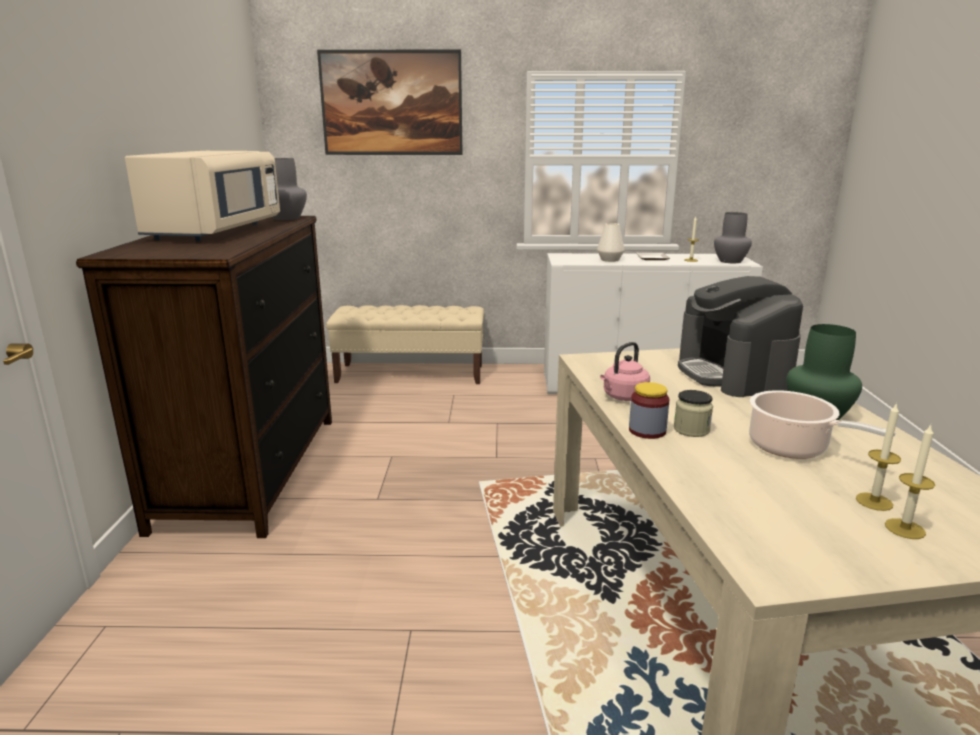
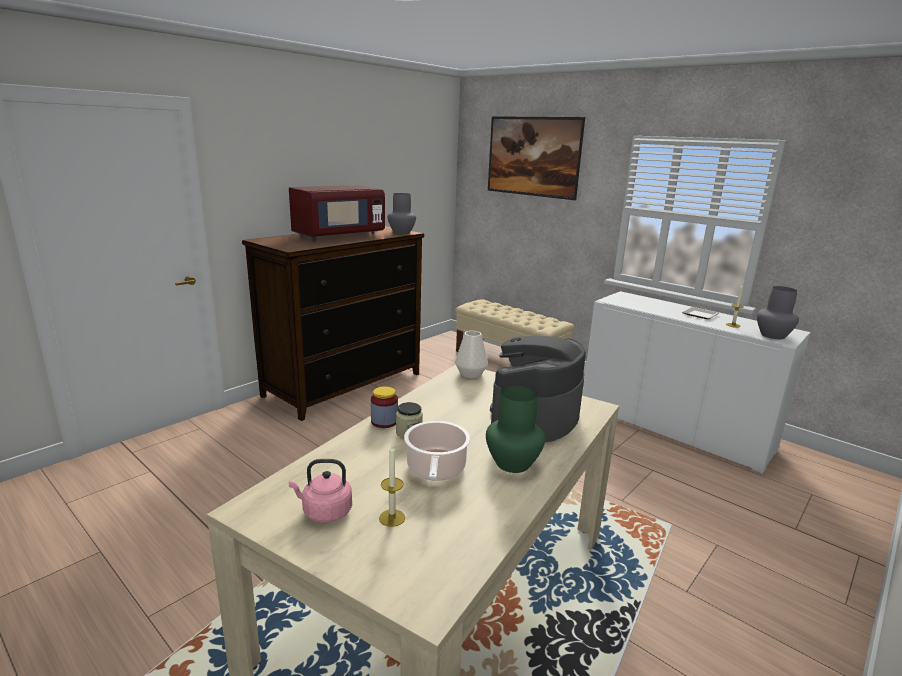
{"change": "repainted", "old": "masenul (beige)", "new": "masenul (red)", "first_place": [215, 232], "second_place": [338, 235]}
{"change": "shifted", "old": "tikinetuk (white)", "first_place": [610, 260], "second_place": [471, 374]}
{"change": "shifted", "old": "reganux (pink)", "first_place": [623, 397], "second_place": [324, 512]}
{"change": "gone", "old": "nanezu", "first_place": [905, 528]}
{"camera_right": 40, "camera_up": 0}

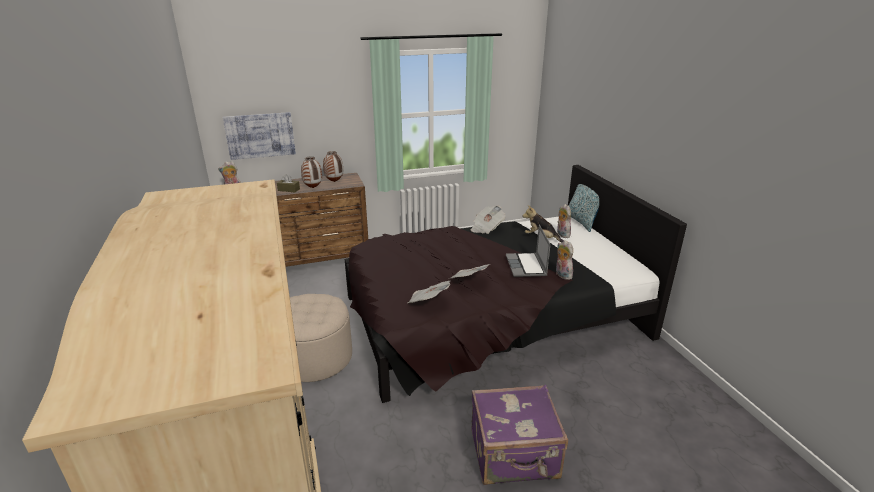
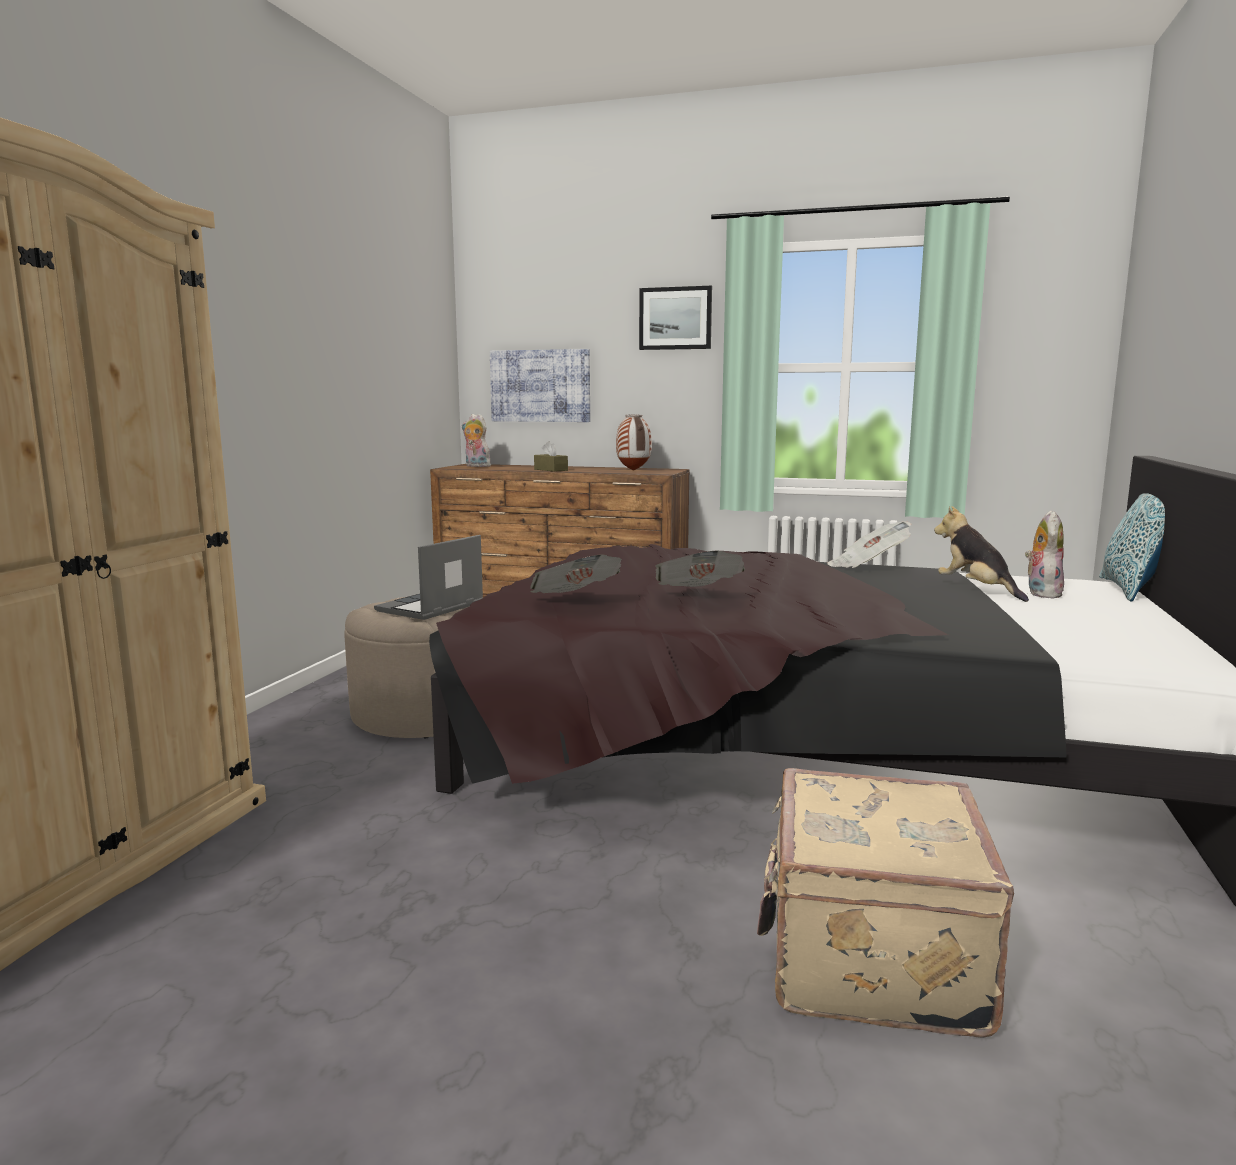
{"change": "gone", "old": "tikinetuk", "first_place": [313, 188]}
{"change": "shifted", "old": "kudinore", "first_place": [526, 266], "second_place": [430, 608]}
{"change": "gone", "old": "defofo", "first_place": [562, 275]}
{"change": "gone", "old": "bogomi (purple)", "first_place": [514, 455]}
{"change": "new", "new": "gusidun", "second_place": [675, 318]}
{"change": "new", "new": "bogomi (beige)", "second_place": [869, 958]}
{"camera_right": 35, "camera_up": -15}

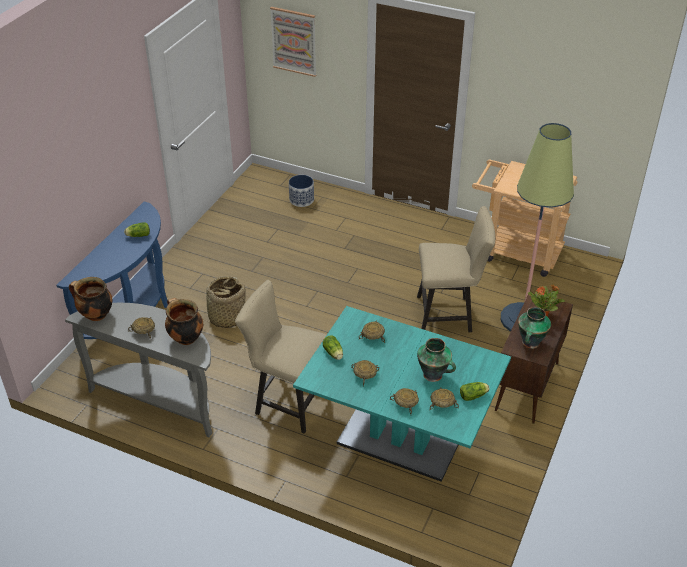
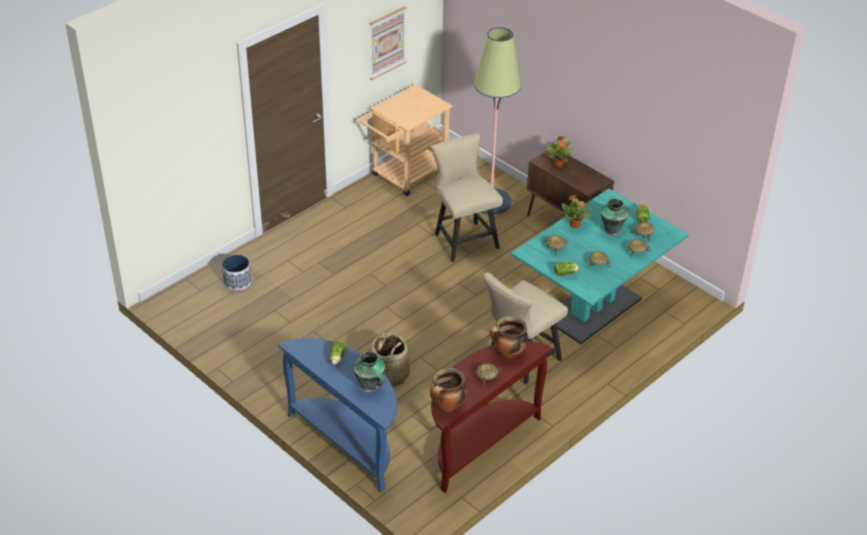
{"change": "shifted", "old": "gusidun", "first_place": [294, 41], "second_place": [387, 42]}
{"change": "rotated", "old": "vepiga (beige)", "first_place": [449, 315], "second_place": [463, 239], "degrees": -45}
{"change": "repainted", "old": "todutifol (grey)", "new": "todutifol (brown)", "first_place": [159, 400], "second_place": [479, 443]}
{"change": "shifted", "old": "tikinetuk", "first_place": [530, 343], "second_place": [370, 386]}
{"change": "new", "new": "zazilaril", "second_place": [575, 225]}
{"camera_right": -70, "camera_up": 0}

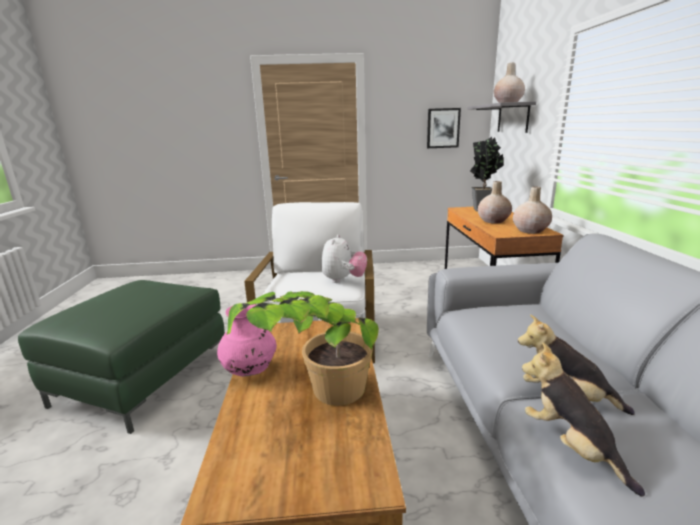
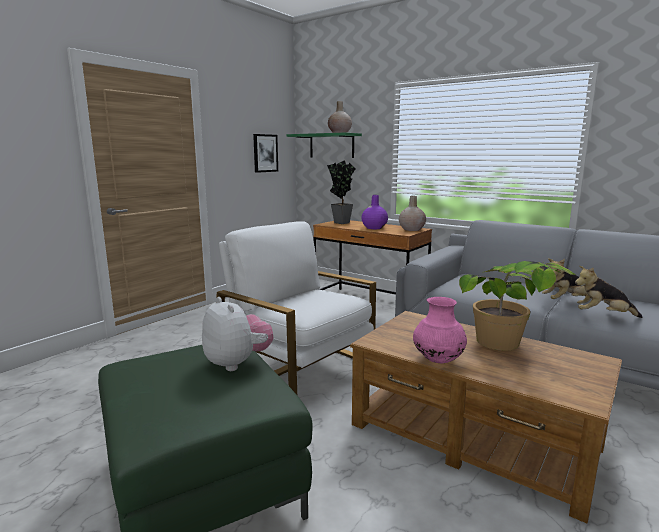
{"change": "repainted", "old": "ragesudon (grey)", "new": "ragesudon (green)", "first_place": [513, 118], "second_place": [331, 146]}
{"change": "repainted", "old": "tikinetuk (beige)", "new": "tikinetuk (purple)", "first_place": [493, 221], "second_place": [374, 228]}
{"change": "shifted", "old": "defofo", "first_place": [343, 280], "second_place": [237, 363]}
{"camera_right": -50, "camera_up": -5}

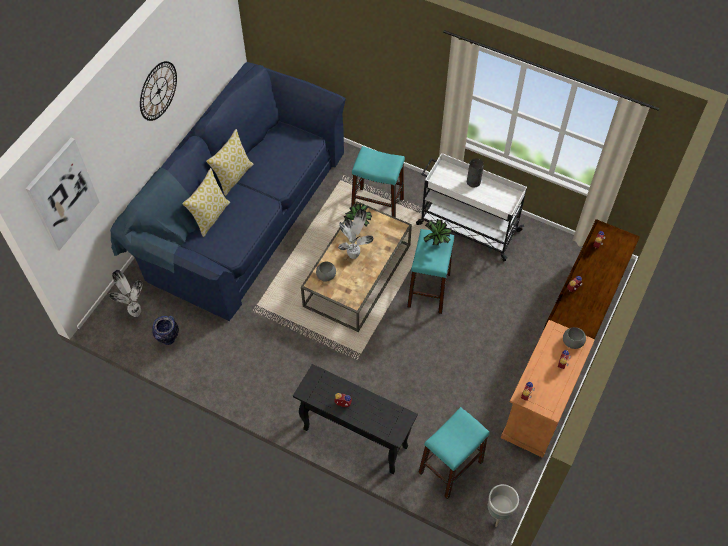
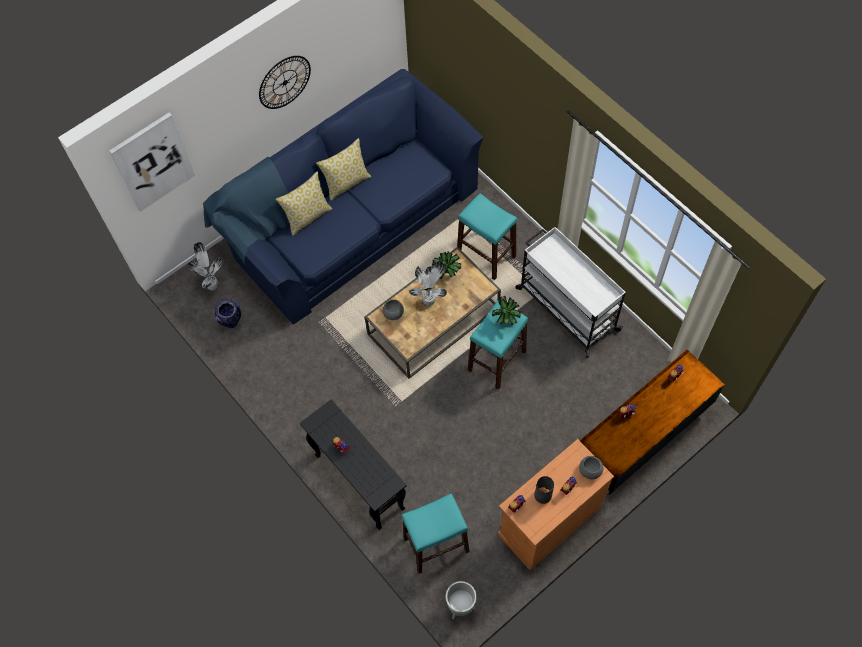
{"change": "shifted", "old": "tikinetuk (grey)", "first_place": [473, 182], "second_place": [542, 496]}
{"camera_right": 25, "camera_up": 5}

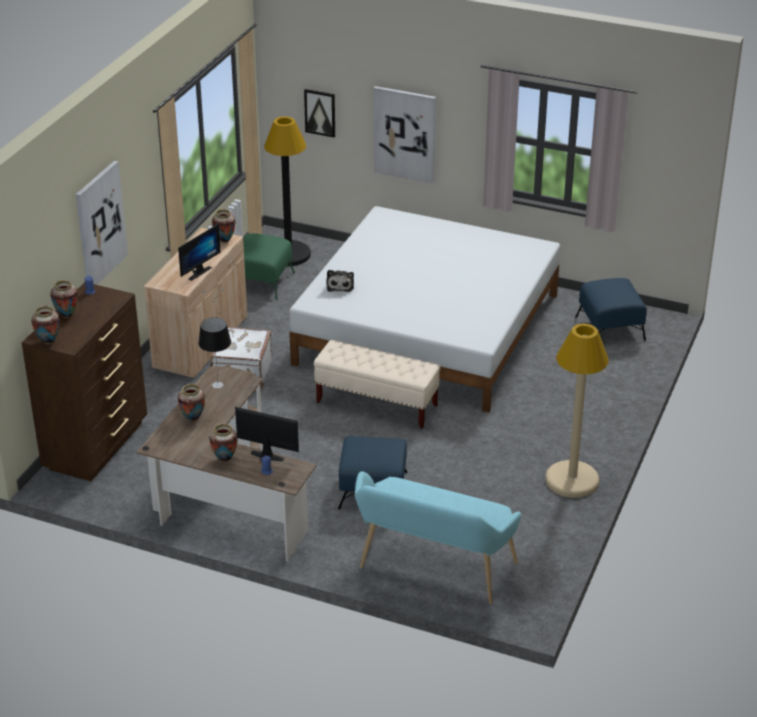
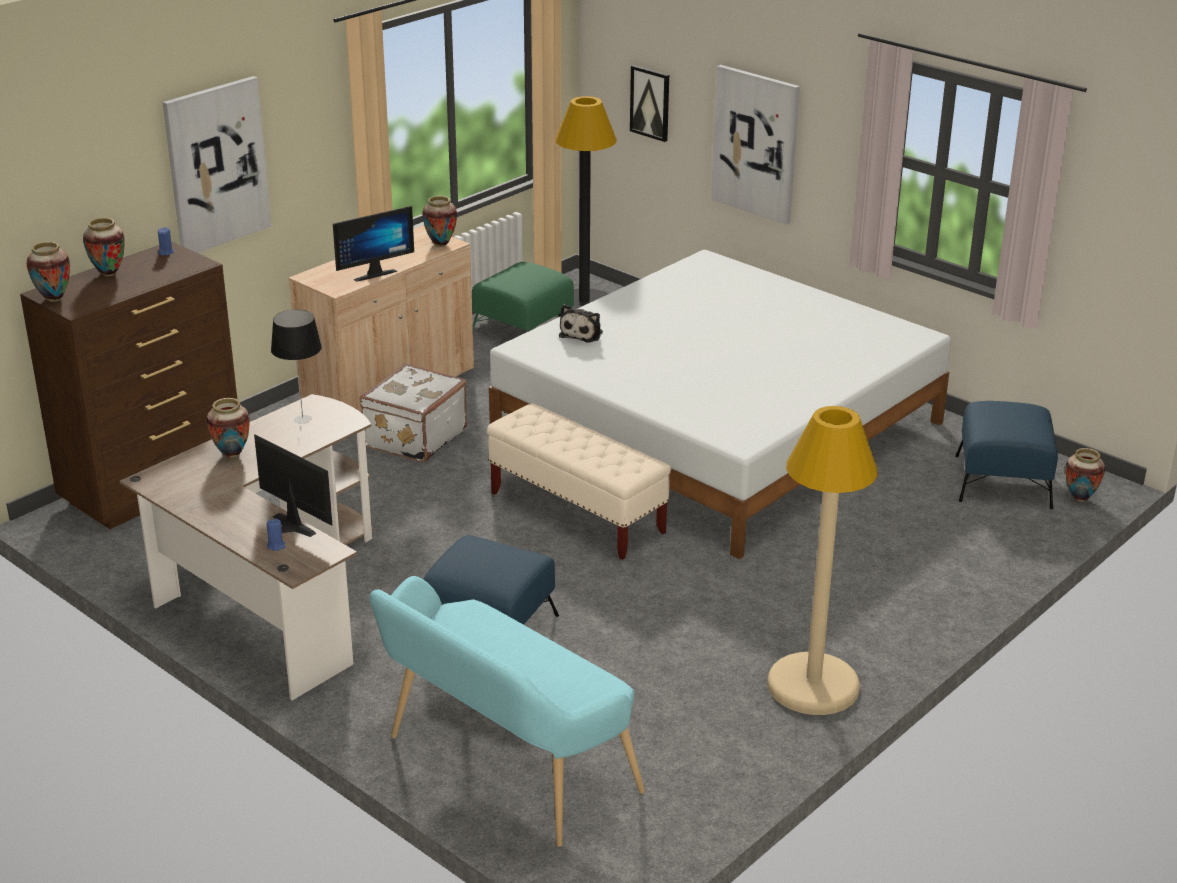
{"change": "shifted", "old": "tikinetuk", "first_place": [224, 459], "second_place": [1079, 499]}
{"camera_right": 20, "camera_up": -5}

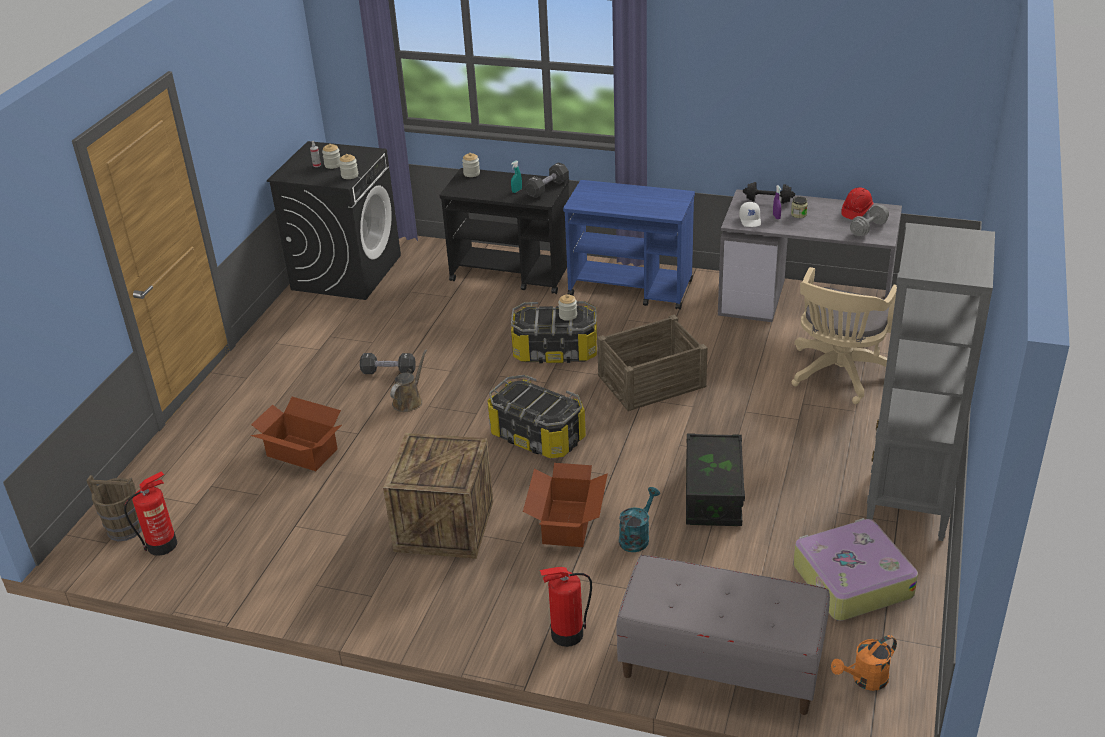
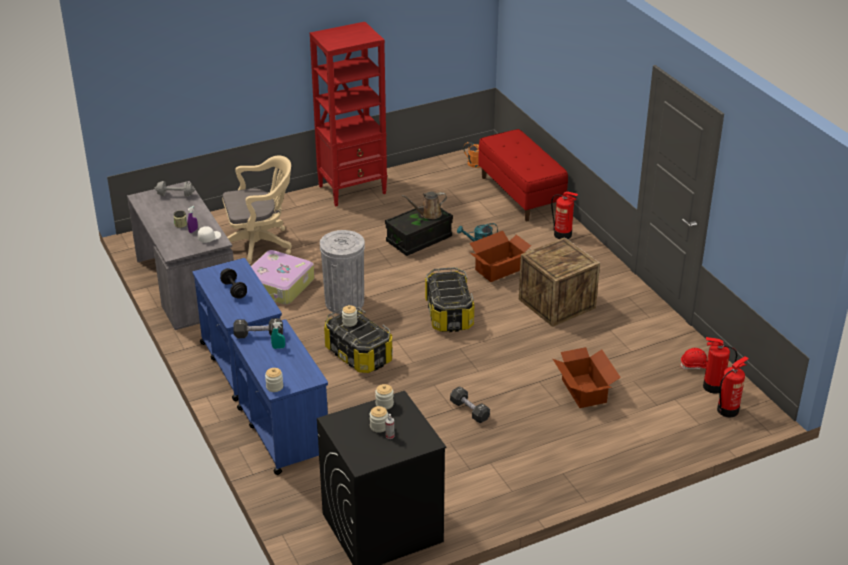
{"change": "repainted", "old": "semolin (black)", "new": "semolin (blue)", "first_place": [512, 274], "second_place": [283, 432]}
{"change": "shifted", "old": "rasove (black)", "first_place": [768, 201], "second_place": [234, 290]}
{"change": "shifted", "old": "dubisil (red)", "first_place": [856, 211], "second_place": [695, 366]}
{"change": "repainted", "old": "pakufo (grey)", "new": "pakufo (red)", "first_place": [907, 504], "second_place": [353, 190]}
{"change": "swapped", "old": "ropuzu", "new": "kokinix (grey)", "first_place": [652, 381], "second_place": [344, 302]}
{"change": "shifted", "old": "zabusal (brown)", "first_place": [409, 401], "second_place": [428, 214]}
{"change": "swapped", "old": "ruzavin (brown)", "new": "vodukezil", "first_place": [125, 529], "second_place": [728, 410]}
{"change": "shifted", "old": "bogomi", "first_place": [850, 580], "second_place": [278, 286]}
{"change": "repainted", "old": "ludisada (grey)", "new": "ludisada (red)", "first_place": [720, 666], "second_place": [521, 194]}
{"camera_right": -135, "camera_up": 0}

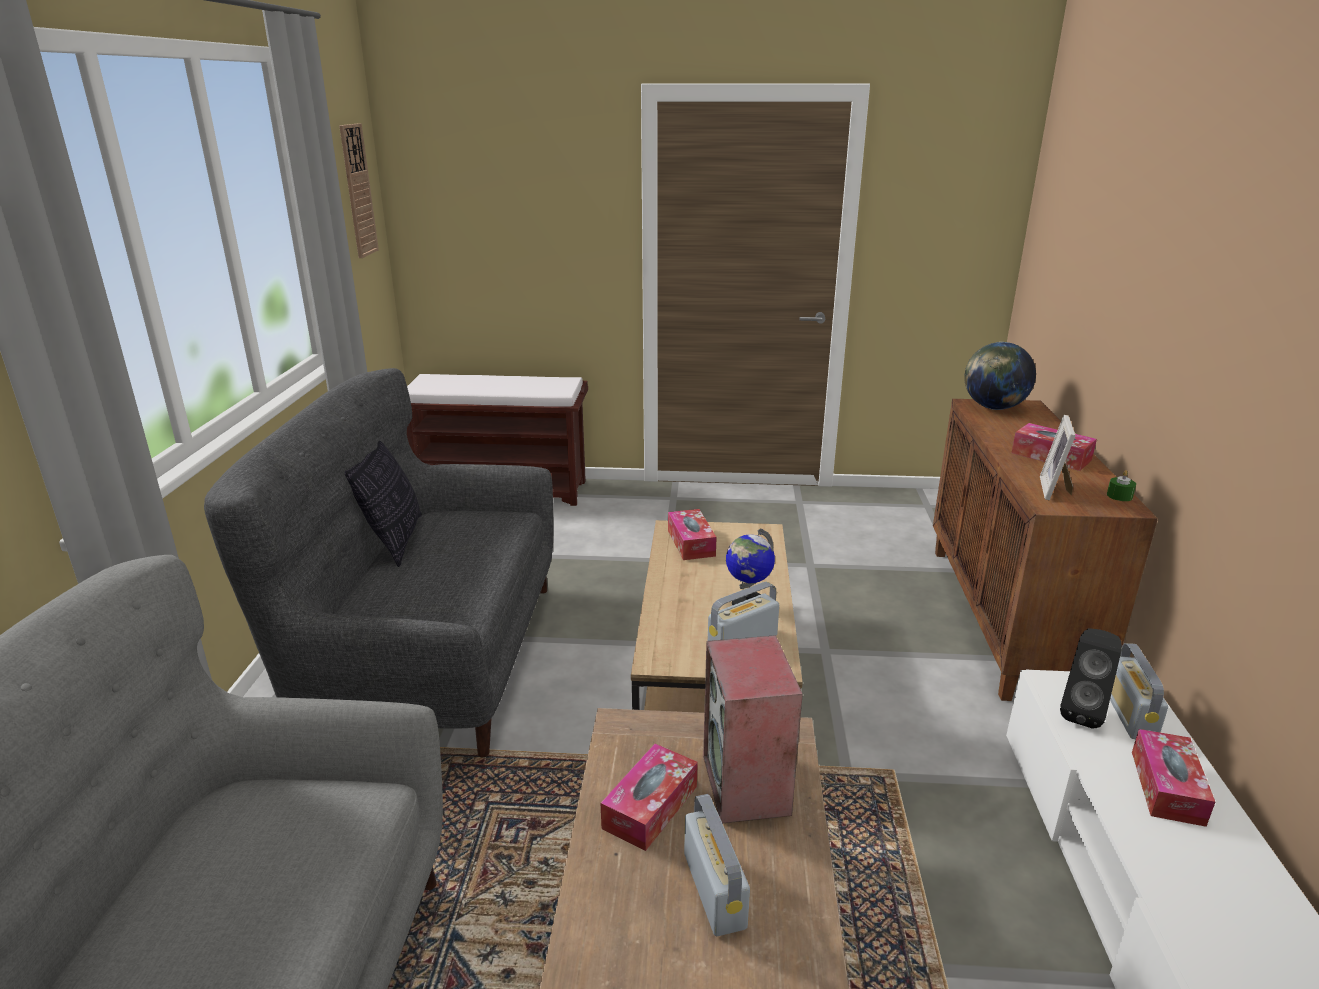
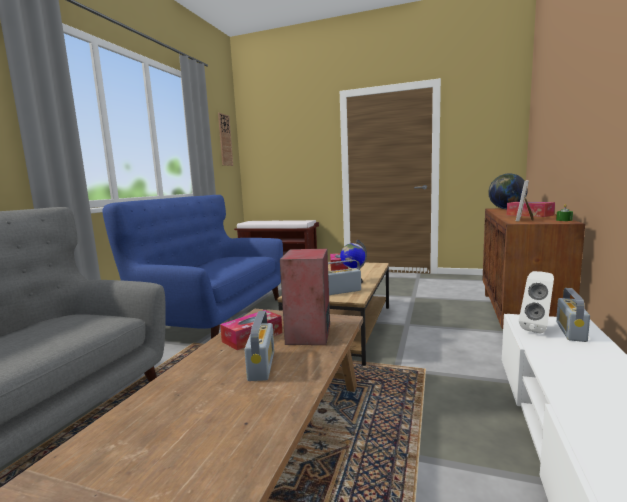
{"change": "repainted", "old": "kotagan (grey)", "new": "kotagan (blue)", "first_place": [427, 657], "second_place": [212, 316]}
{"change": "gone", "old": "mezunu", "first_place": [394, 540]}
{"change": "repainted", "old": "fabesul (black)", "new": "fabesul (white)", "first_place": [1082, 712], "second_place": [537, 329]}
{"change": "gone", "old": "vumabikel", "first_place": [1167, 787]}
{"camera_right": 15, "camera_up": -15}

